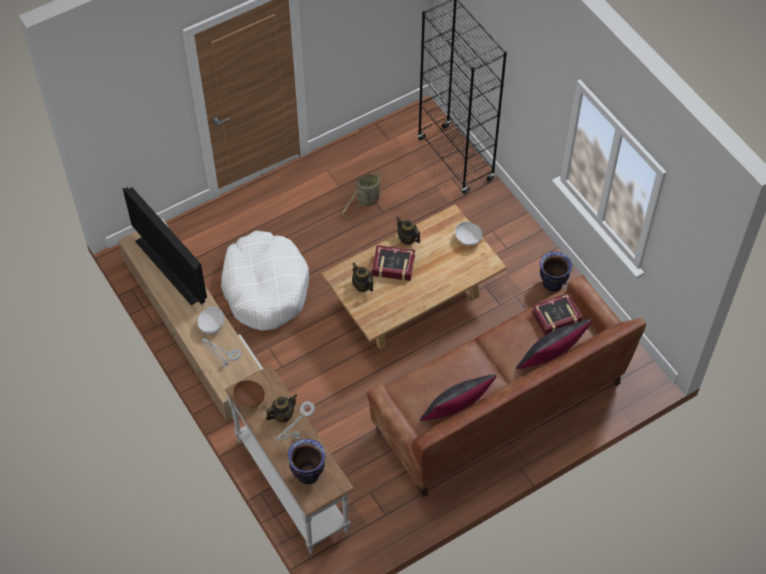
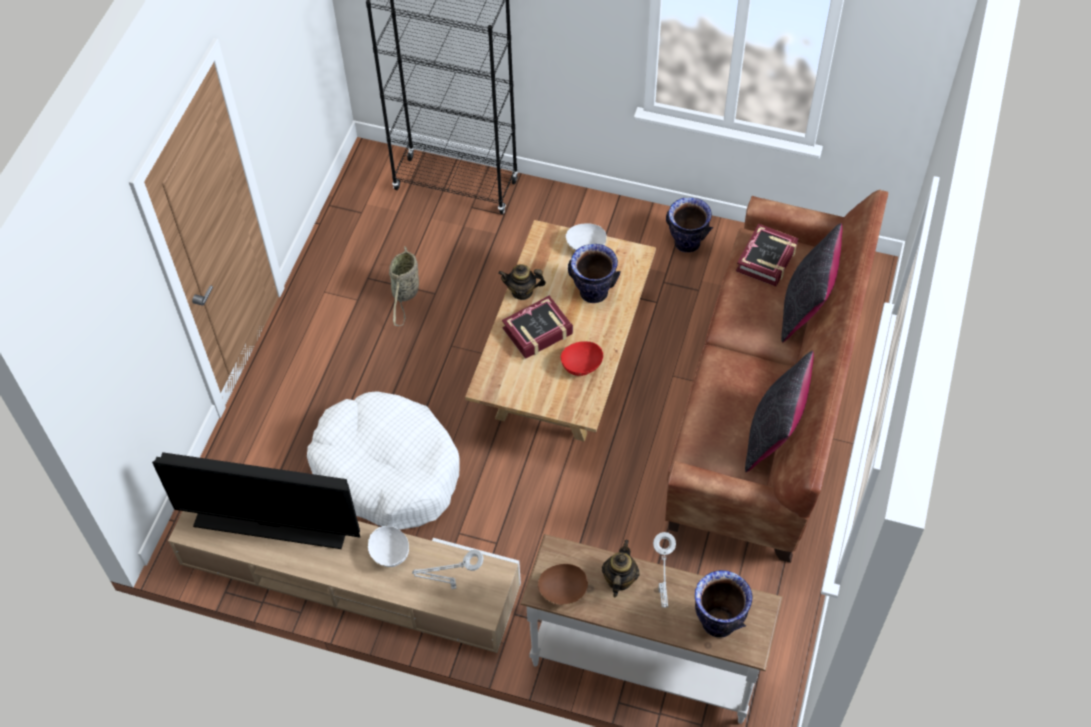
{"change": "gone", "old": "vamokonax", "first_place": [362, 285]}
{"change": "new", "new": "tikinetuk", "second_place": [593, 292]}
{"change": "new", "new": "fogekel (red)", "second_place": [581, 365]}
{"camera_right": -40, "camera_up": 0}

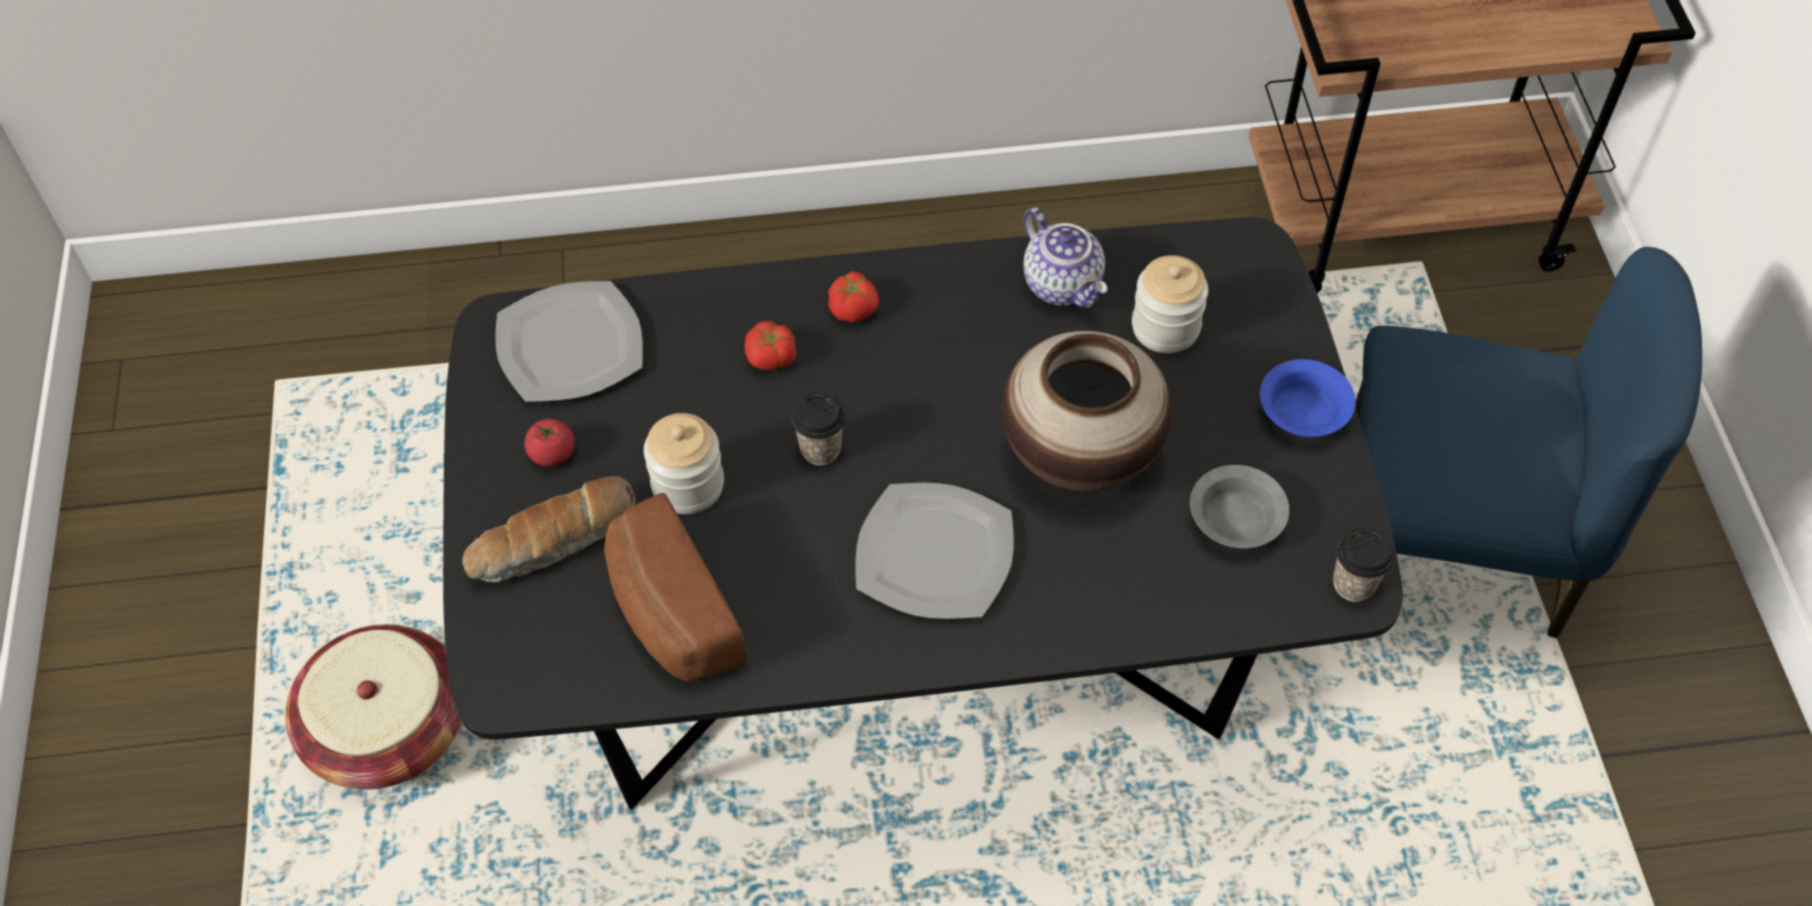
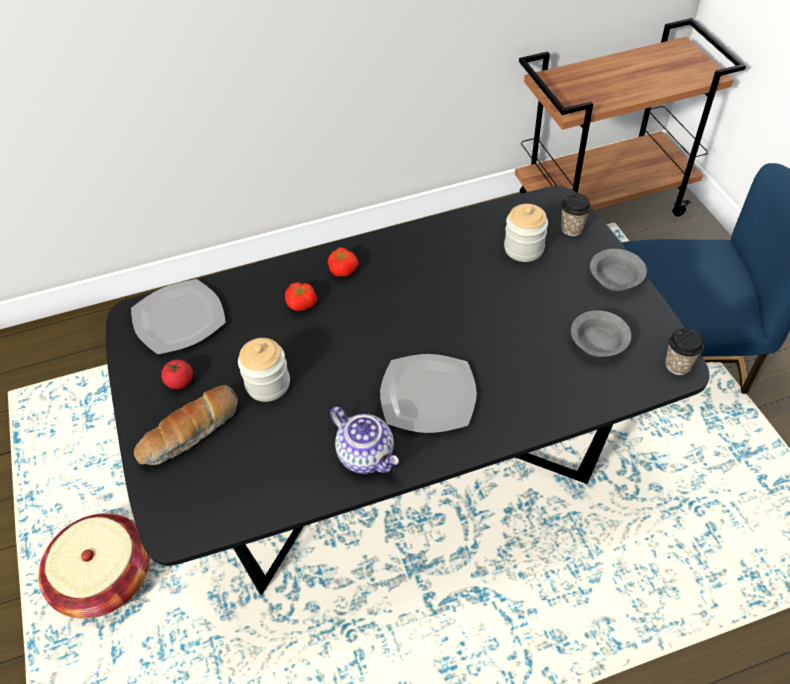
{"change": "shifted", "old": "vamokonax", "first_place": [1063, 284], "second_place": [367, 455]}
{"change": "gone", "old": "tikinetuk", "first_place": [1081, 454]}
{"change": "repainted", "old": "fogekel (blue)", "new": "fogekel (grey)", "first_place": [1305, 413], "second_place": [616, 279]}
{"change": "shifted", "old": "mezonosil", "first_place": [820, 449], "second_place": [572, 228]}
{"change": "gone", "old": "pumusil", "first_place": [669, 614]}
{"camera_right": -10, "camera_up": -5}

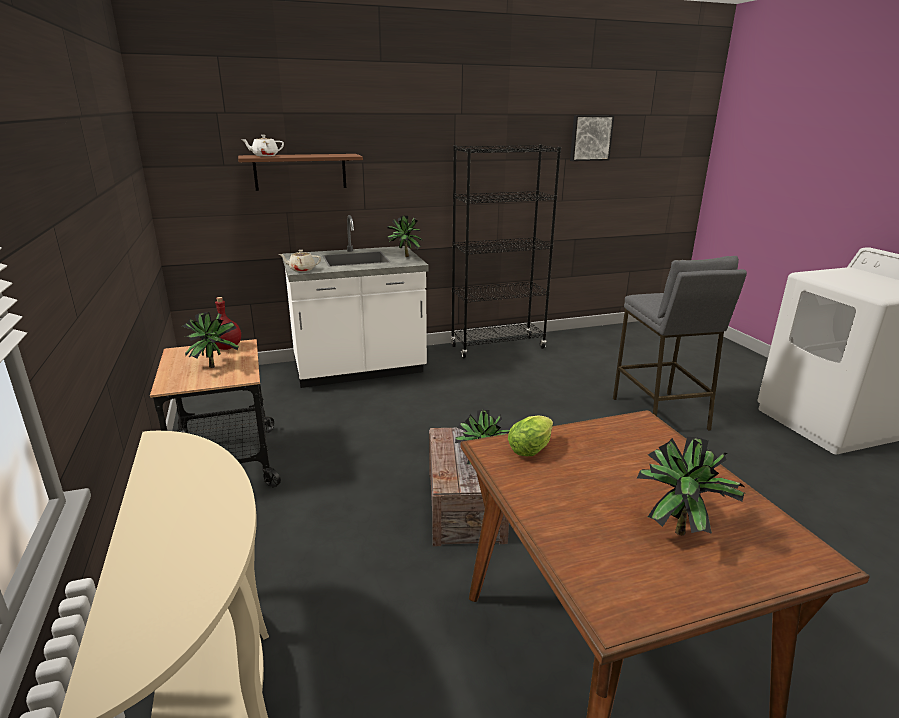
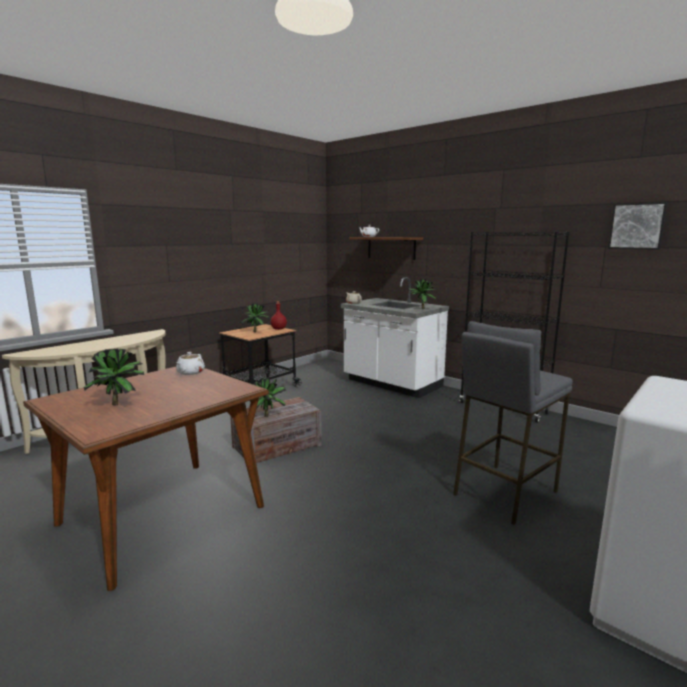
{"change": "swapped", "old": "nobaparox", "new": "vamokonax (white)", "first_place": [532, 448], "second_place": [190, 373]}
{"camera_right": 60, "camera_up": -10}

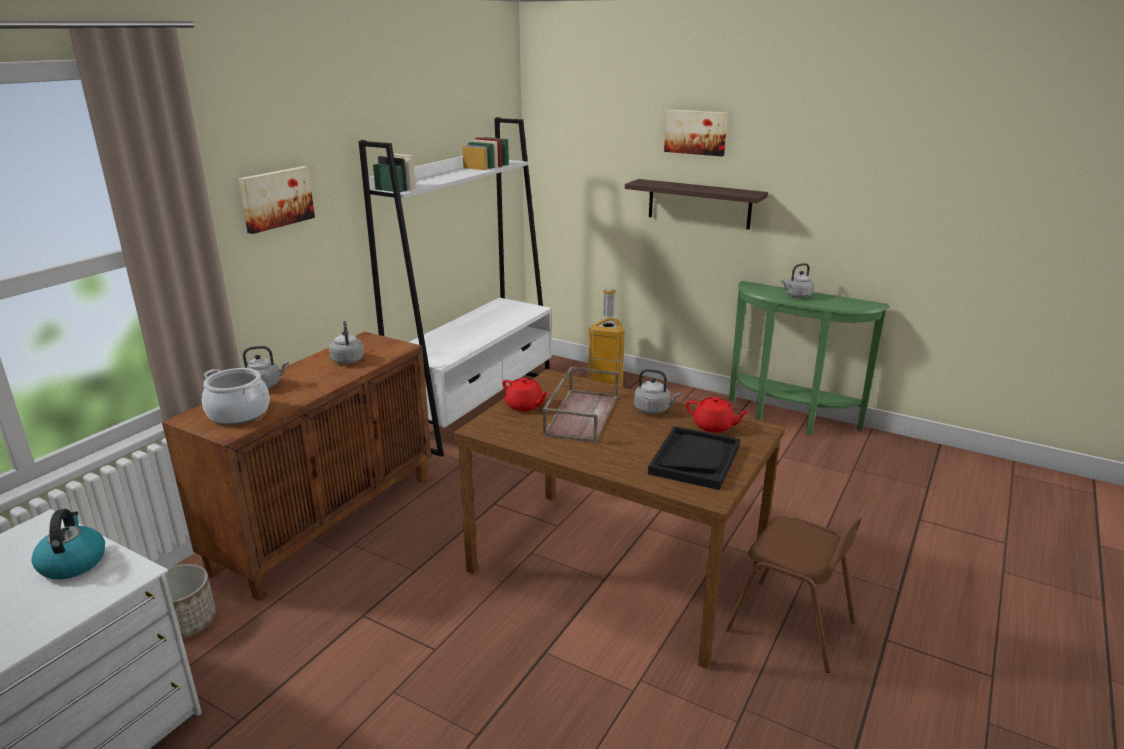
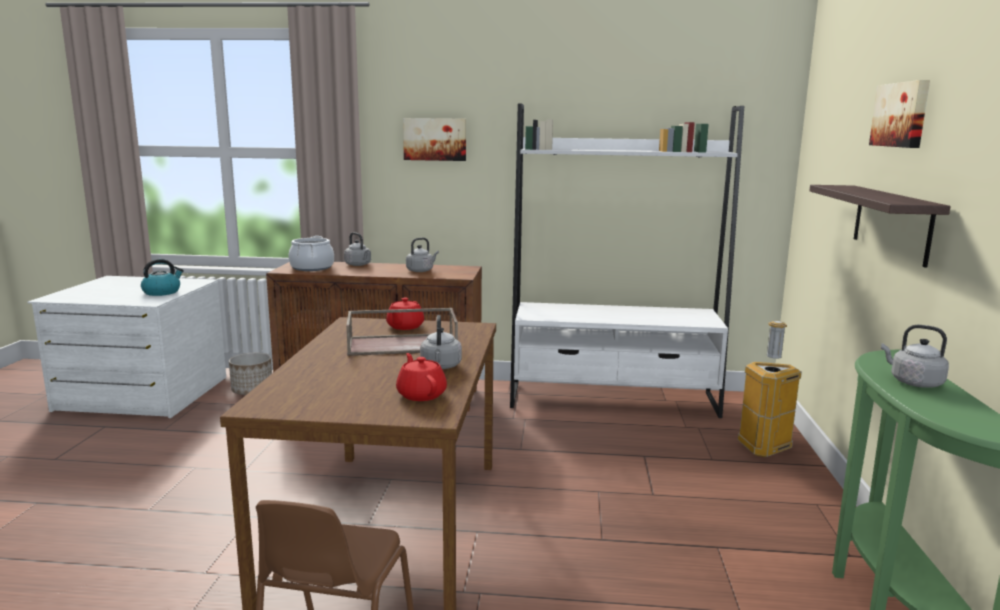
{"change": "rotated", "old": "vamokonax (red)", "first_place": [714, 426], "second_place": [421, 394], "degrees": 150}
{"change": "gone", "old": "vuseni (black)", "first_place": [694, 459]}
{"camera_right": 65, "camera_up": -10}

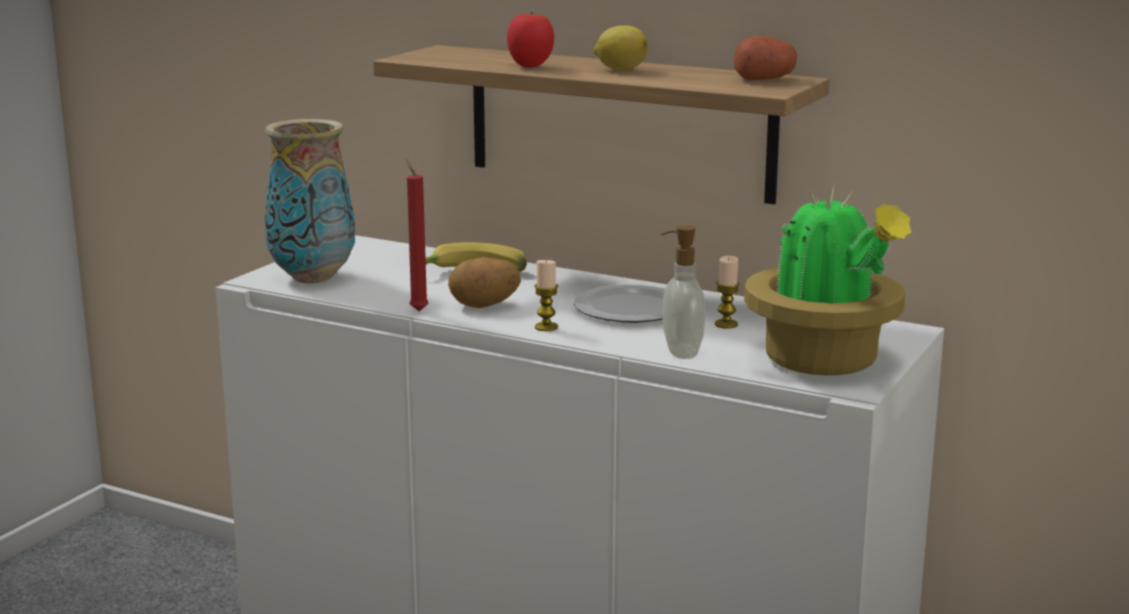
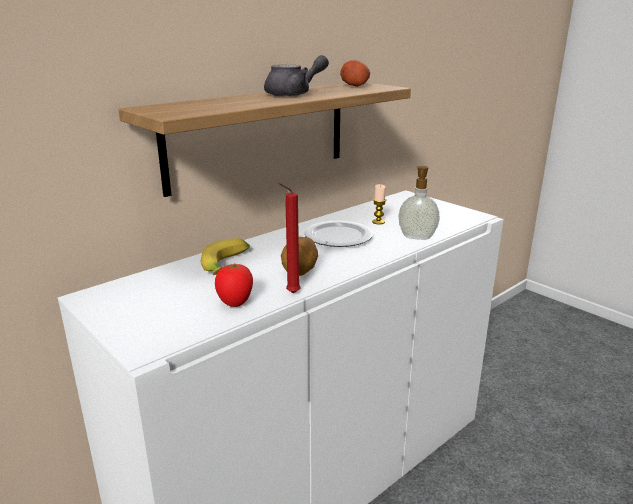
{"change": "shifted", "old": "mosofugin", "first_place": [530, 66], "second_place": [235, 304]}
{"change": "swapped", "old": "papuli", "new": "vamokonax (grey)", "first_place": [620, 69], "second_place": [294, 94]}
{"change": "gone", "old": "tikinetuk", "first_place": [314, 278]}
{"change": "gone", "old": "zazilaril", "first_place": [824, 362]}
{"change": "gone", "old": "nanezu", "first_place": [546, 327]}
{"camera_right": -70, "camera_up": 5}

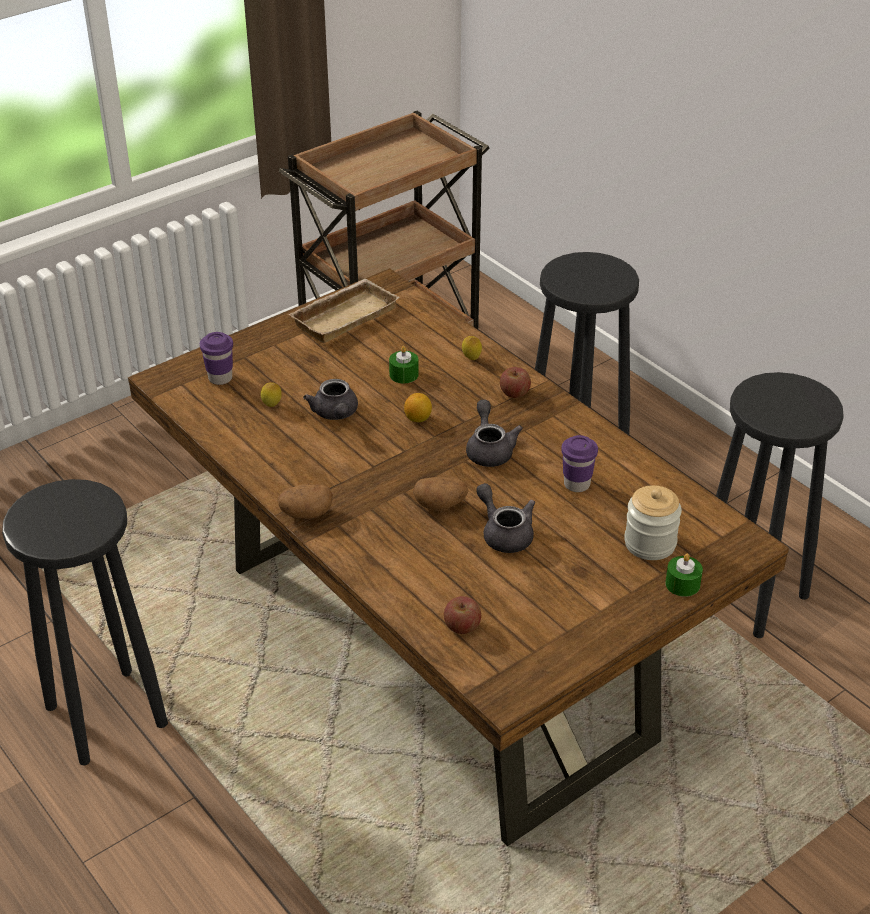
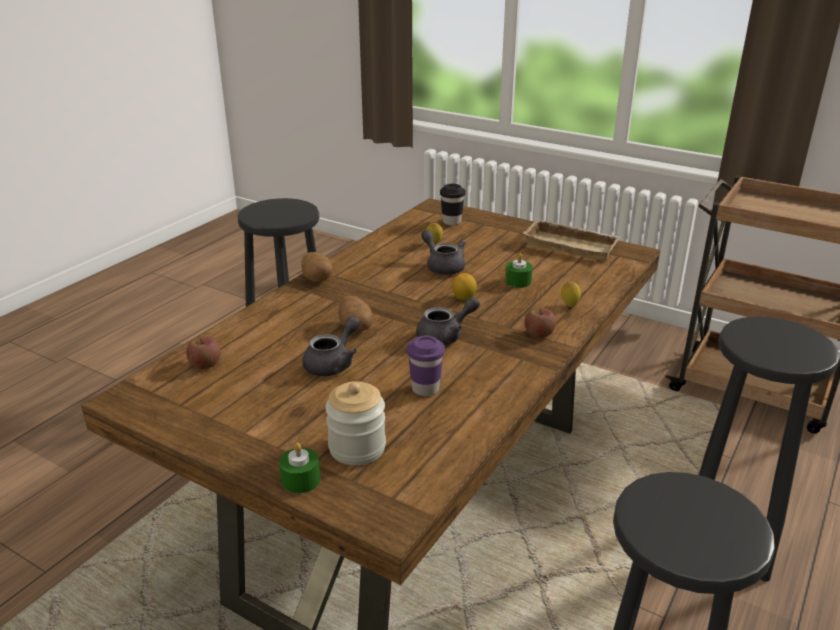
{"change": "repainted", "old": "mezonosil (purple)", "new": "mezonosil (black)", "first_place": [220, 378], "second_place": [451, 222]}
{"change": "rotated", "old": "vamokonax (grey)", "first_place": [335, 414], "second_place": [443, 266], "degrees": 90}
{"camera_right": 70, "camera_up": -10}

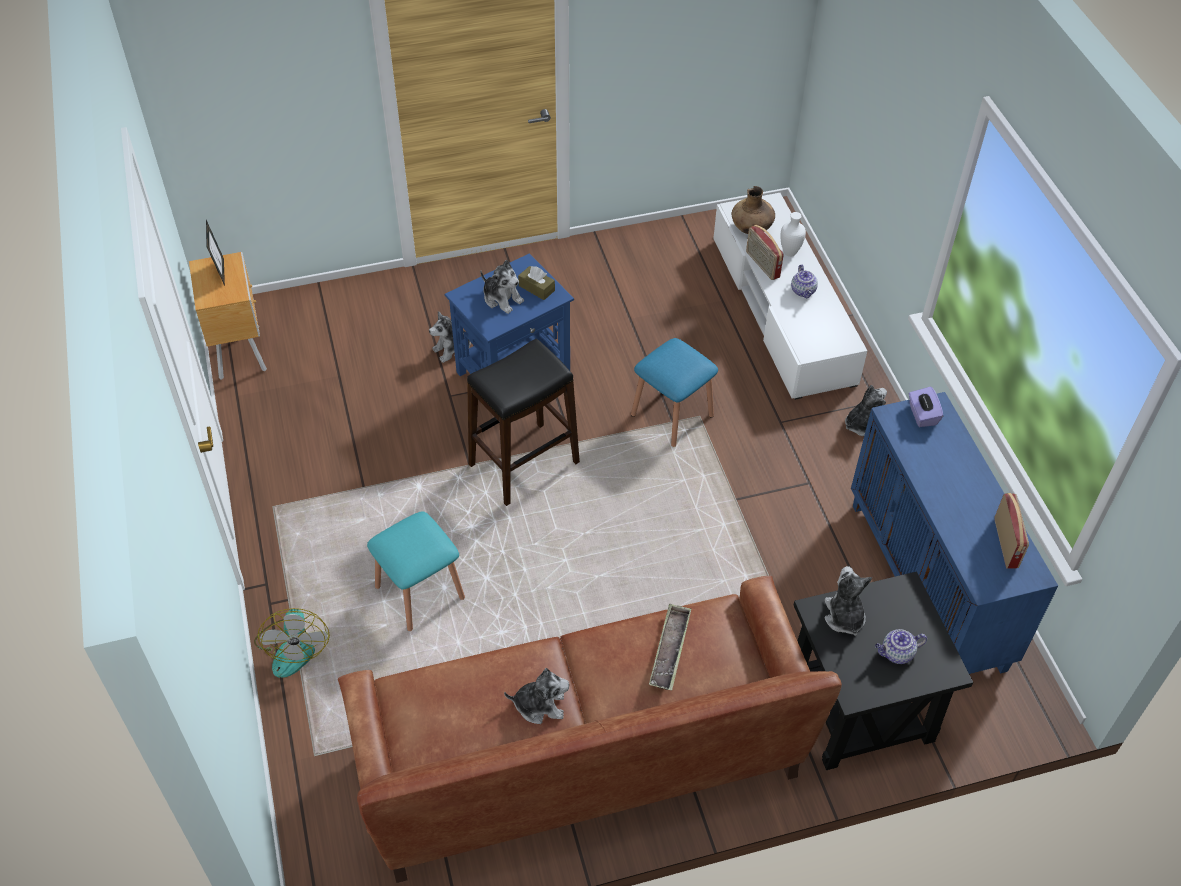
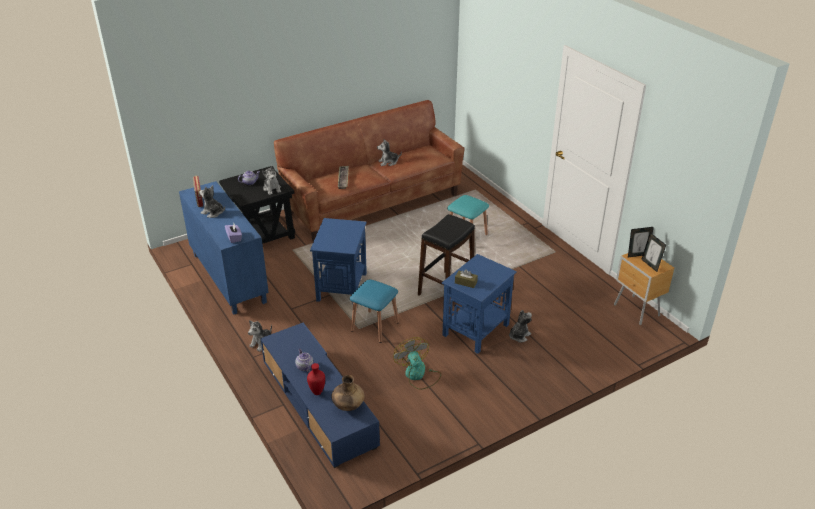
{"change": "repainted", "old": "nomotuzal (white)", "new": "nomotuzal (blue)", "first_place": [782, 310], "second_place": [318, 403]}
{"change": "repainted", "old": "tikinetuk (white)", "new": "tikinetuk (red)", "first_place": [790, 252], "second_place": [317, 392]}
{"change": "gone", "old": "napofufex", "first_place": [762, 265]}
{"change": "shifted", "old": "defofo", "first_place": [502, 298], "second_place": [213, 213]}
{"change": "shifted", "old": "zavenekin", "first_place": [293, 647], "second_place": [418, 375]}
{"change": "new", "new": "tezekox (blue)", "second_place": [342, 286]}
{"change": "new", "new": "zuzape", "second_place": [637, 255]}
{"camera_right": 165, "camera_up": -15}

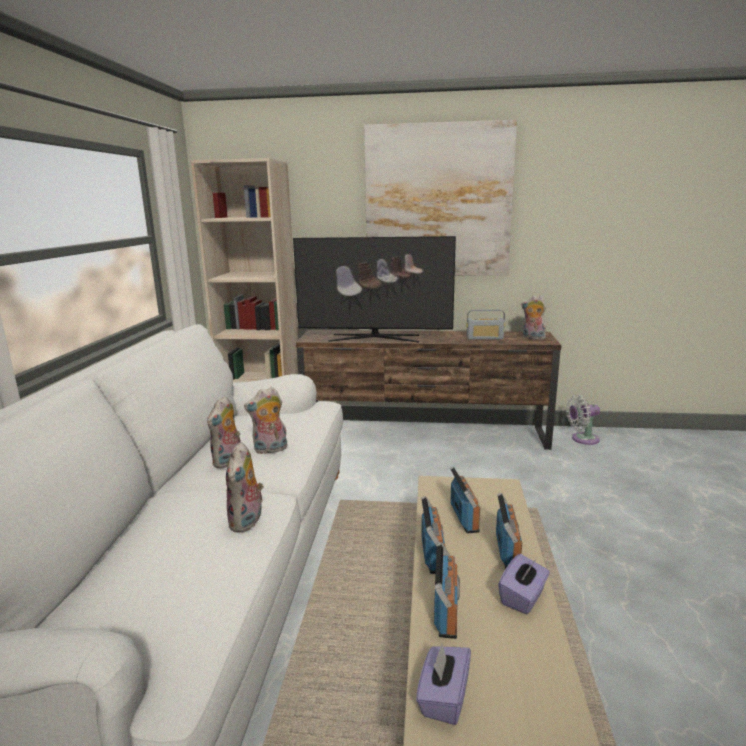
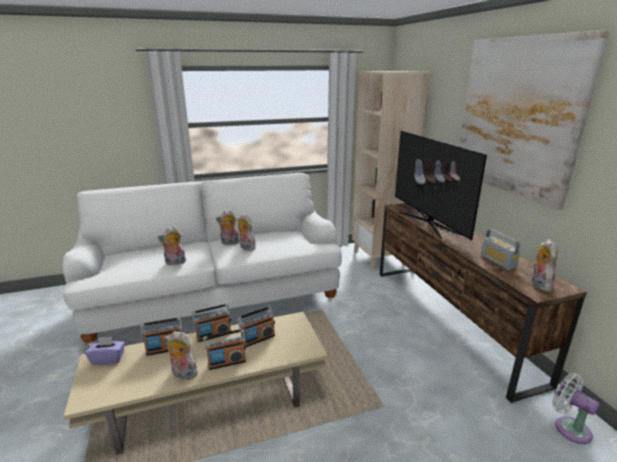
{"change": "swapped", "old": "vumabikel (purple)", "new": "defofo", "first_place": [523, 597], "second_place": [183, 374]}
{"camera_right": 65, "camera_up": 5}

